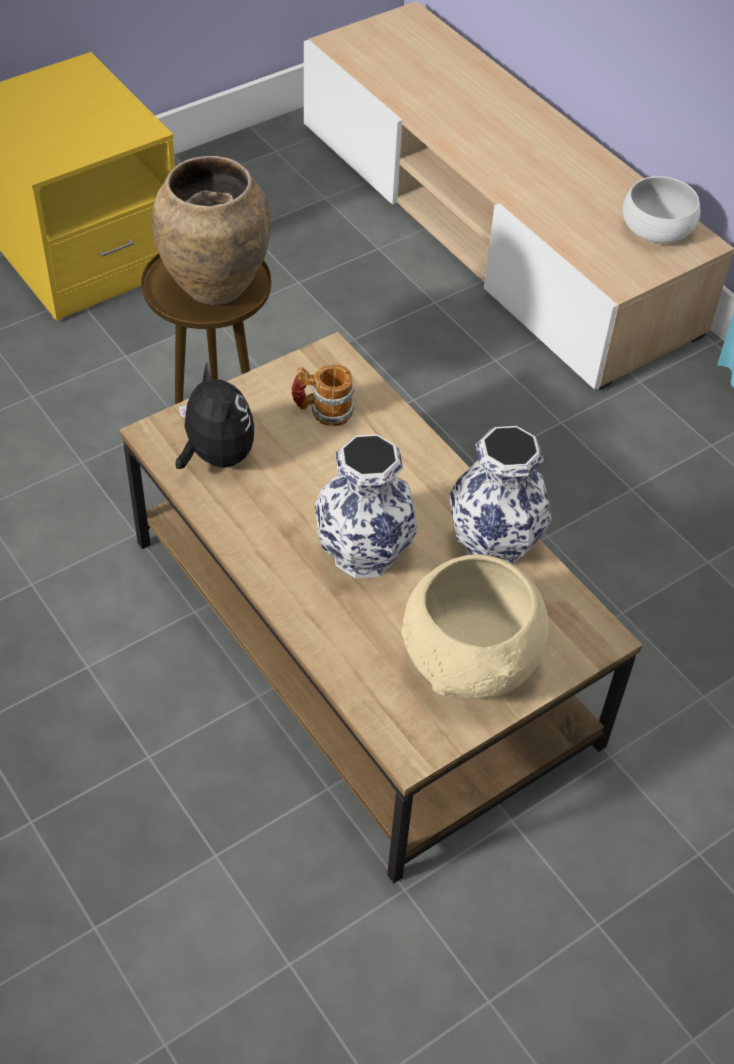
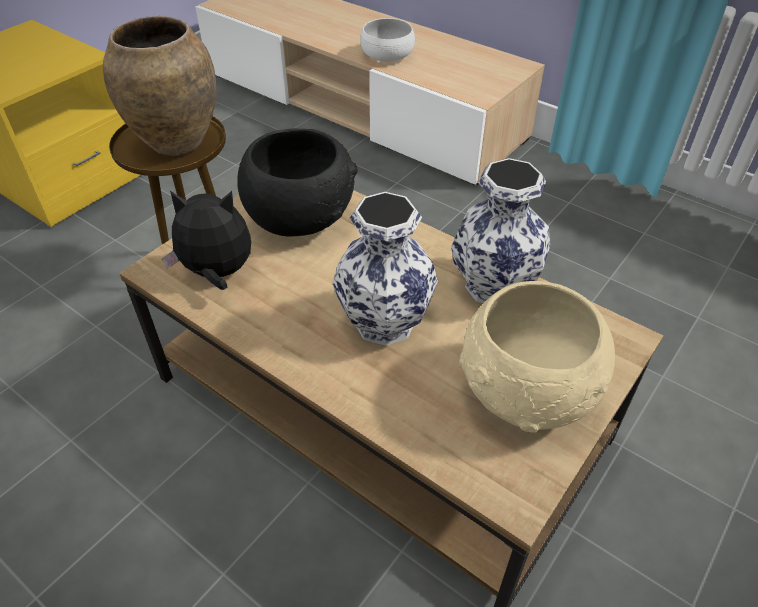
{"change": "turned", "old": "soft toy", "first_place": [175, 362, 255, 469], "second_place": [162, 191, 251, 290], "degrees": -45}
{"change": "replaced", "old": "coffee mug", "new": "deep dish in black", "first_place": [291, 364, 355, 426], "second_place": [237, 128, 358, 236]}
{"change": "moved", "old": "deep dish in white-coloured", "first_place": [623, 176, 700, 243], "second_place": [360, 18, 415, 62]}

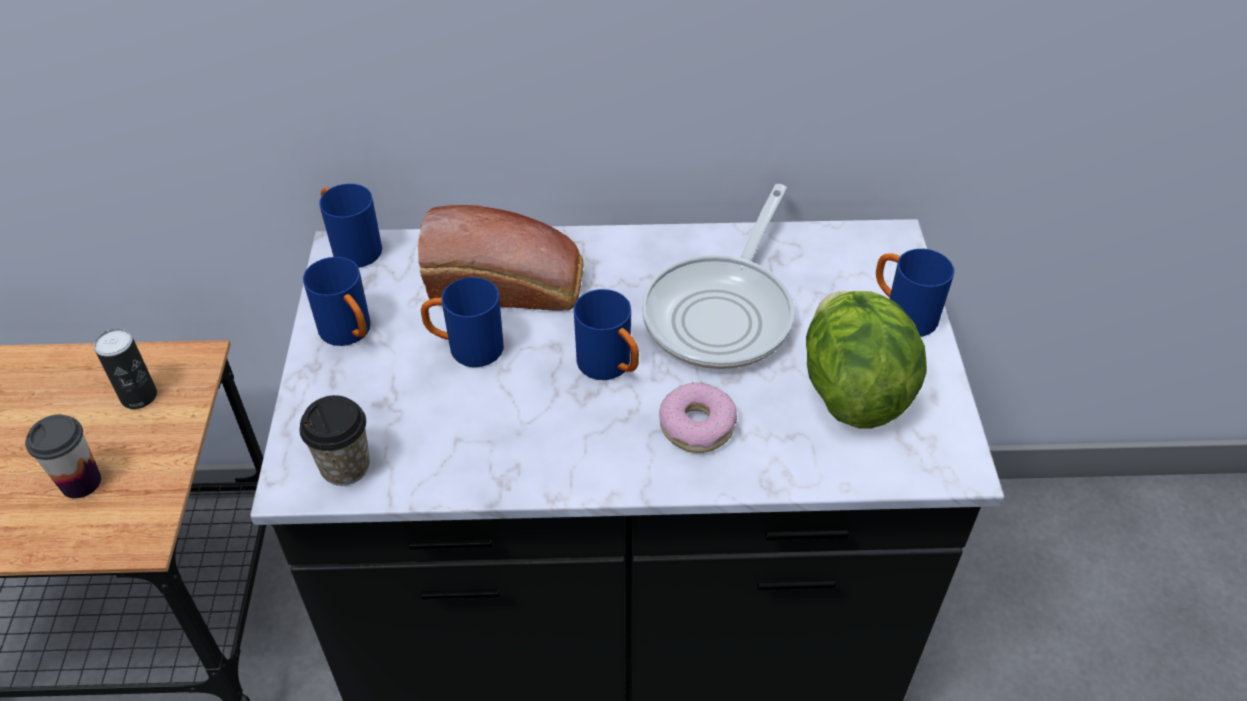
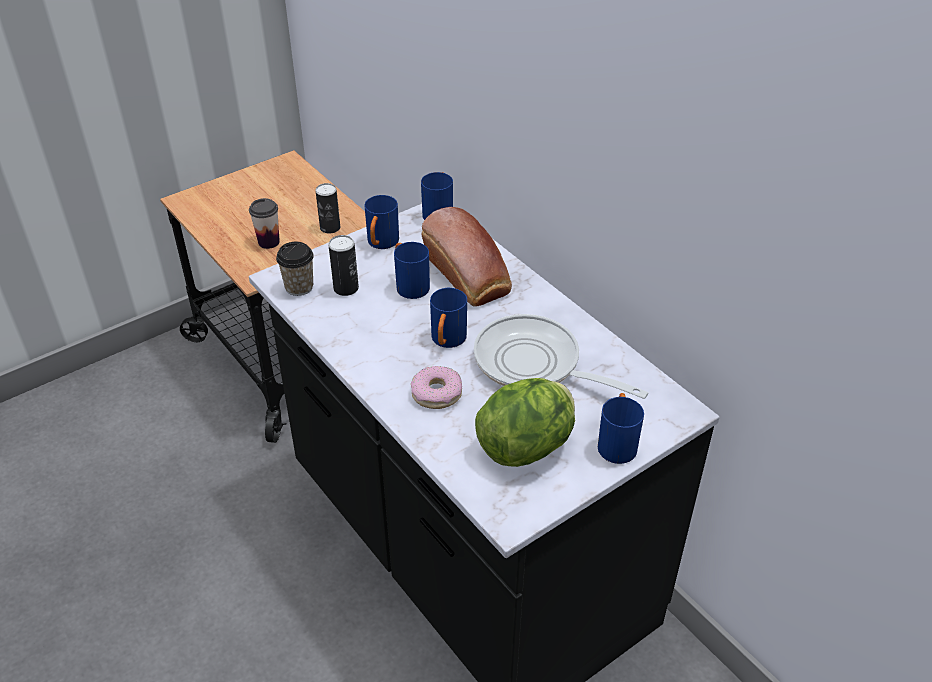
{"change": "added", "new": "can", "second_place": [329, 235, 359, 296]}
{"change": "turned", "old": "skillet", "first_place": [642, 184, 794, 369], "second_place": [474, 314, 648, 399], "degrees": 45}

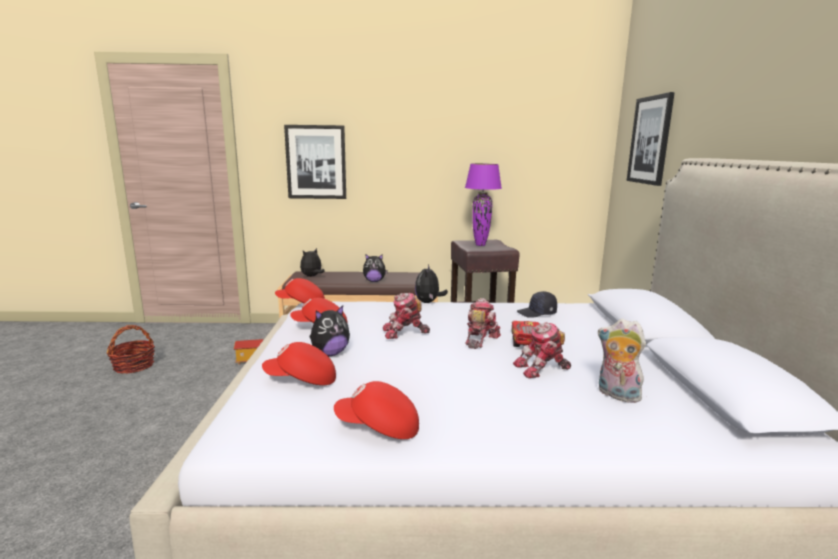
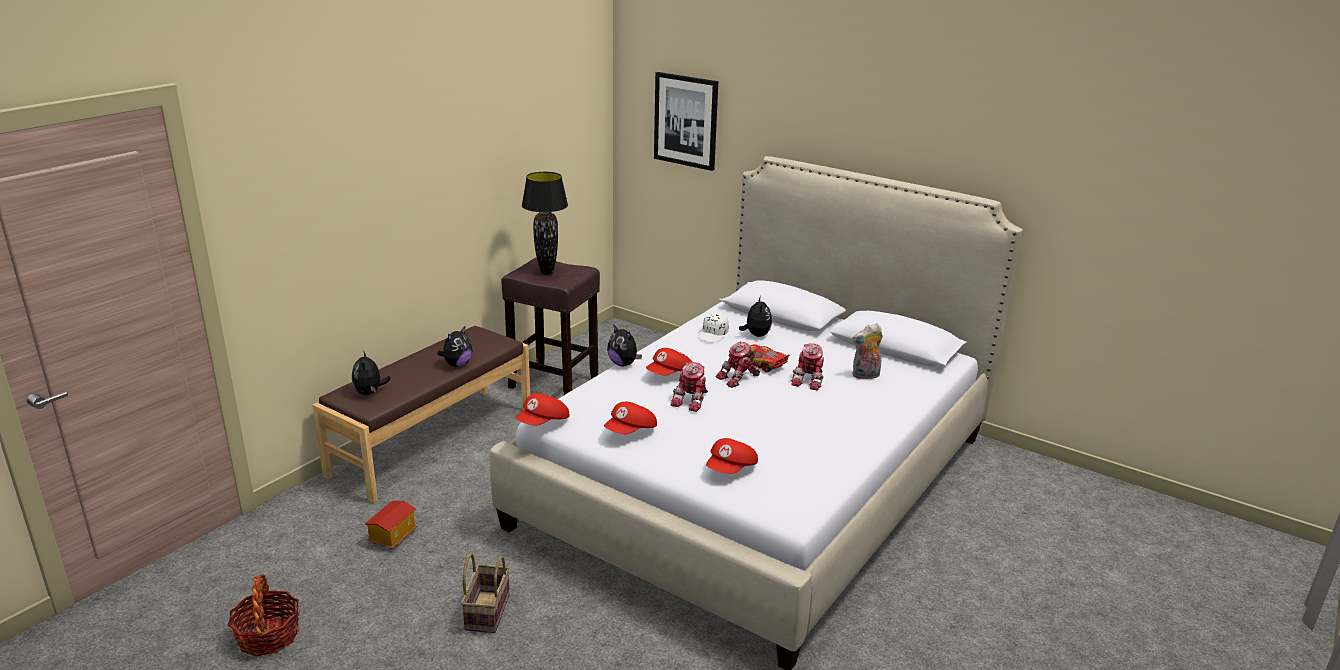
{"change": "added", "new": "household basket", "second_place": [461, 553, 510, 633]}
{"change": "recoloured", "old": "table lamp in purple", "new": "table lamp in black", "first_place": [465, 164, 502, 246], "second_place": [522, 172, 568, 275]}
{"change": "moved", "old": "peaked cap in reddish", "first_place": [334, 381, 419, 439], "second_place": [646, 348, 692, 376]}
{"change": "recoloured", "old": "peaked cap in black", "new": "peaked cap in white-coloured", "first_place": [517, 291, 557, 318], "second_place": [698, 312, 729, 342]}
{"change": "turned", "old": "robot figure", "first_place": [465, 298, 501, 349], "second_place": [715, 342, 760, 388], "degrees": -90}
{"change": "moved", "old": "soft toy", "first_place": [309, 305, 350, 356], "second_place": [739, 296, 772, 337]}
{"change": "removed", "old": "wall art", "first_place": [284, 125, 346, 199]}

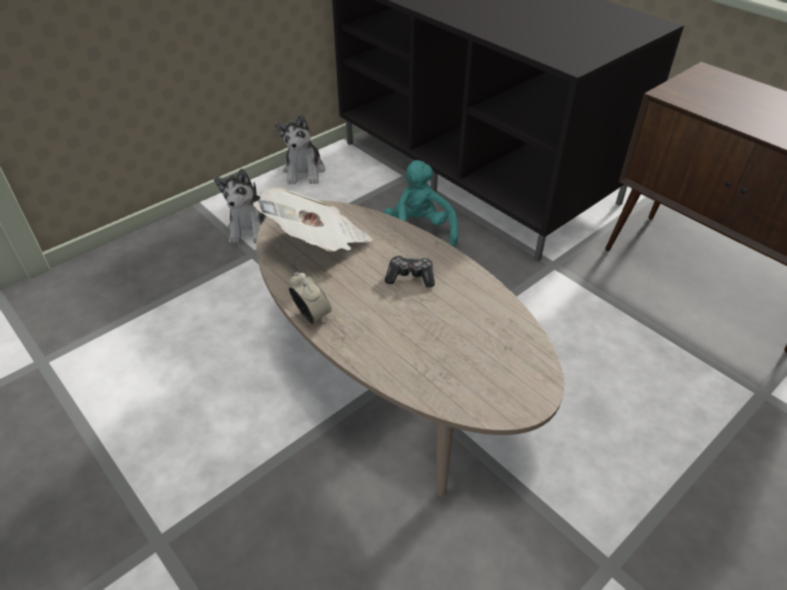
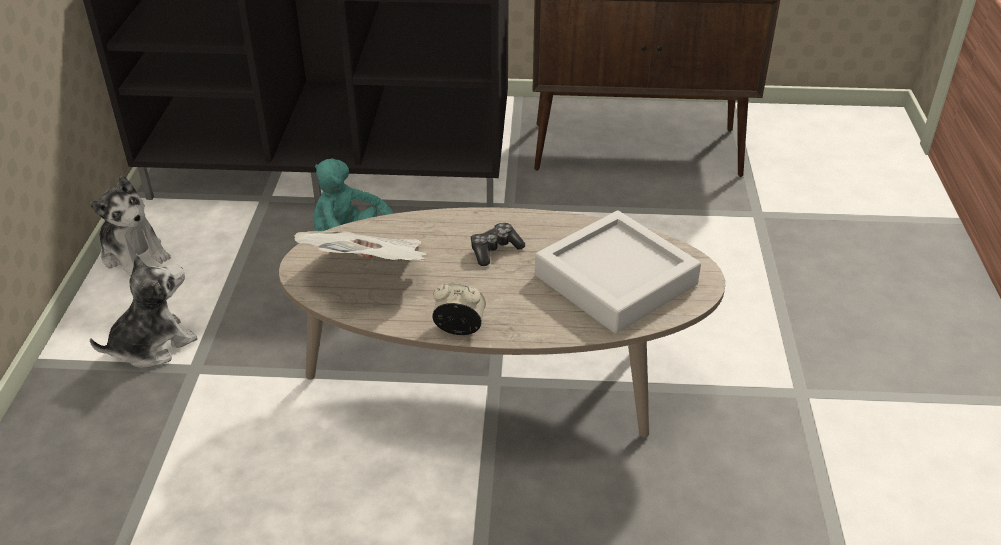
{"change": "turned", "old": "soft toy", "first_place": [214, 169, 267, 244], "second_place": [90, 254, 197, 368], "degrees": -90}
{"change": "added", "new": "tray in grey", "second_place": [535, 211, 701, 334]}

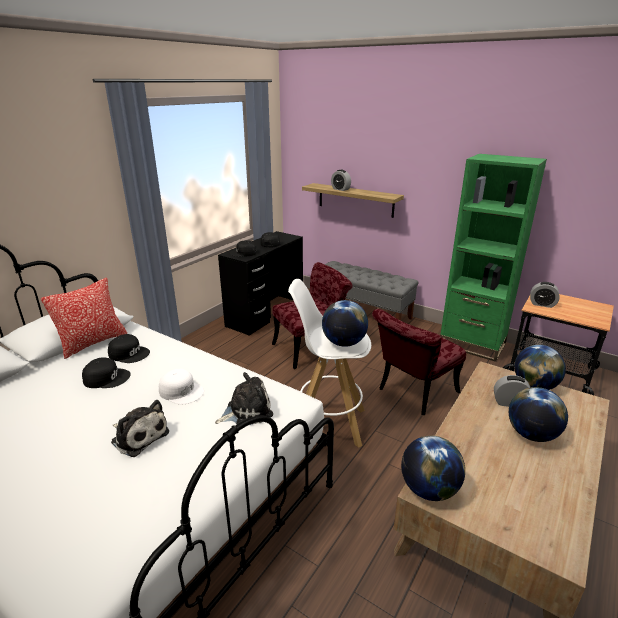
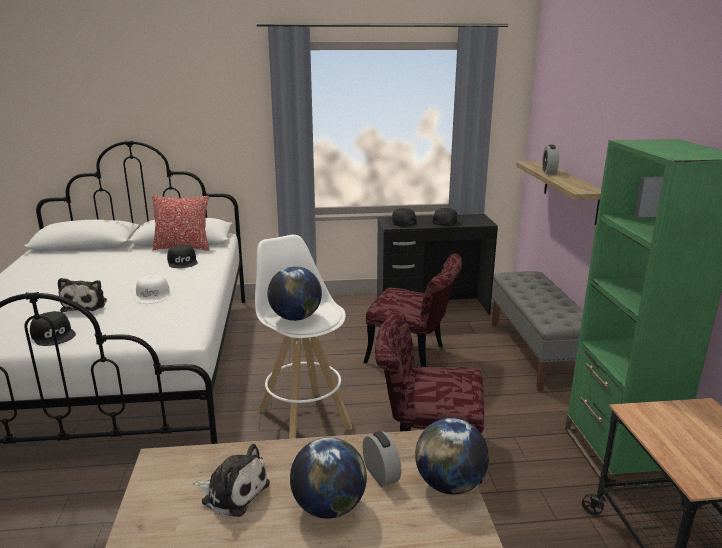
{"change": "moved", "old": "peaked cap in black", "first_place": [82, 357, 131, 388], "second_place": [30, 311, 76, 346]}
{"change": "moved", "old": "soft toy", "first_place": [215, 372, 273, 425], "second_place": [193, 444, 270, 517]}
{"change": "removed", "old": "world globe", "first_place": [401, 436, 465, 501]}
{"change": "removed", "old": "alarm clock", "first_place": [530, 282, 560, 308]}

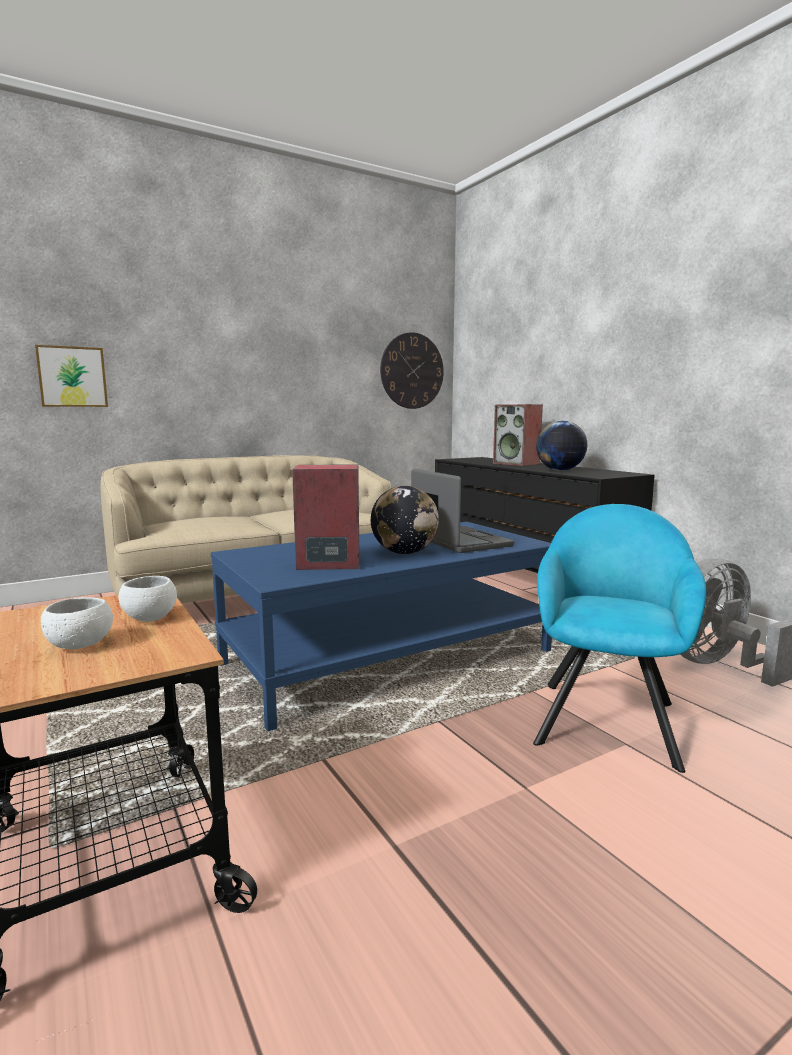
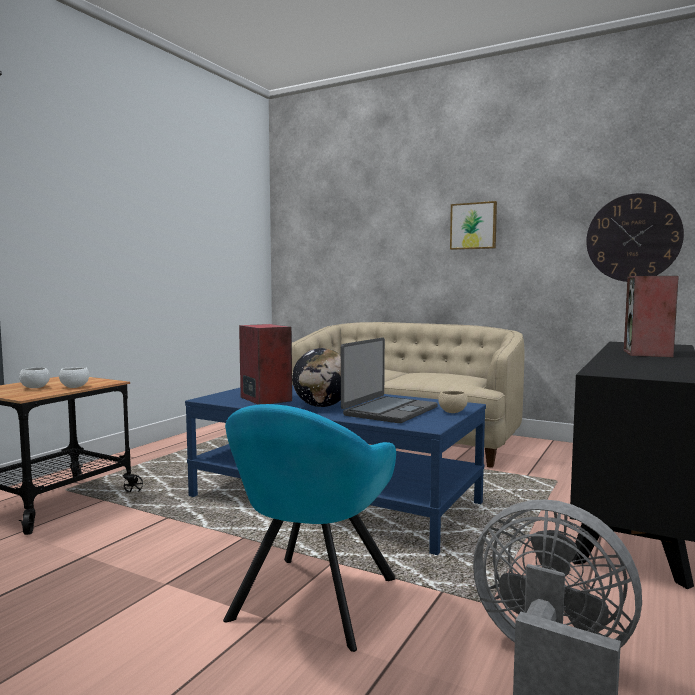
{"change": "turned", "old": "lounge chair in blue-green", "first_place": [533, 504, 707, 773], "second_place": [223, 404, 396, 652], "degrees": 120}
{"change": "added", "new": "deep dish in beige-coloured", "second_place": [438, 391, 468, 413]}
{"change": "moved", "old": "wall art", "first_place": [35, 345, 108, 407], "second_place": [450, 201, 497, 250]}
{"change": "removed", "old": "world globe", "first_place": [536, 421, 587, 471]}

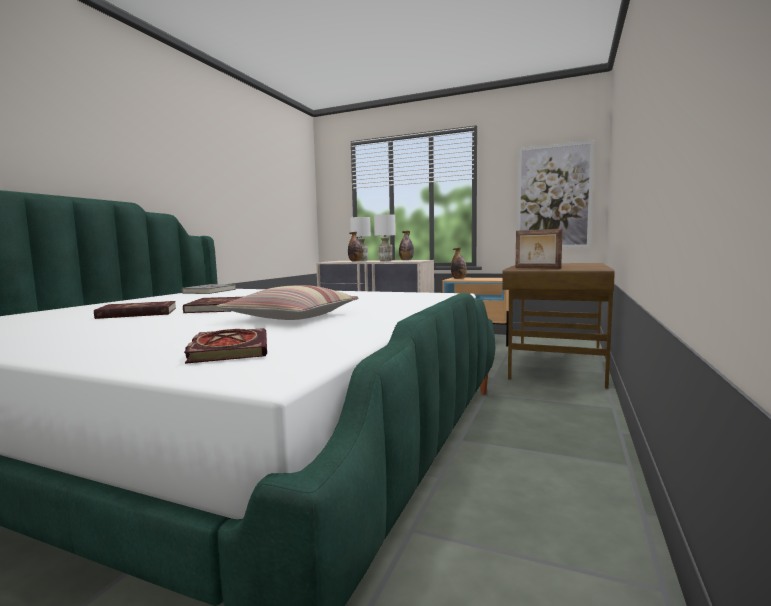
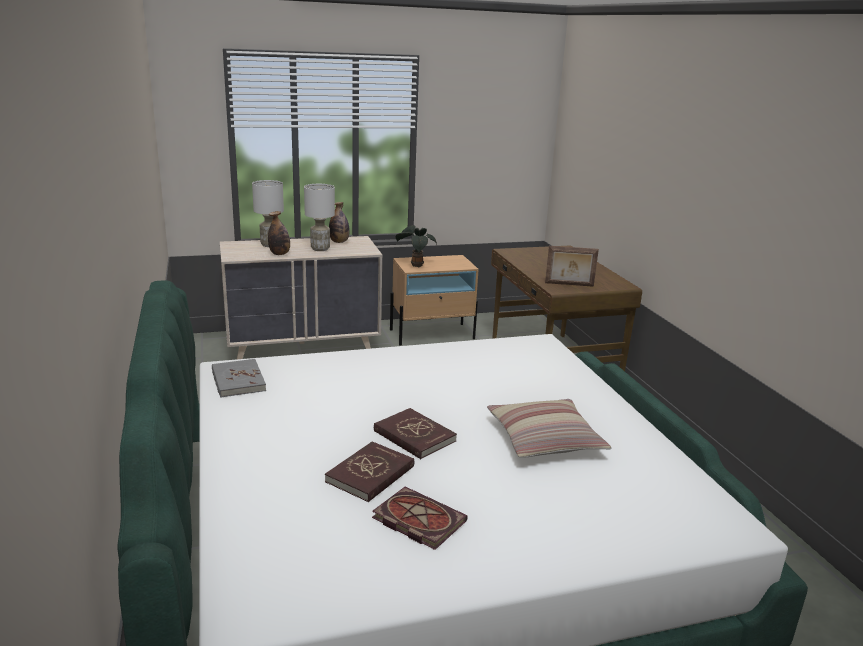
{"change": "moved", "old": "book", "first_place": [184, 328, 267, 364], "second_place": [372, 486, 468, 550]}
{"change": "replaced", "old": "drink bottle", "new": "houseplant", "first_place": [451, 248, 467, 279], "second_place": [395, 225, 437, 267]}
{"change": "removed", "old": "wall art", "first_place": [517, 140, 594, 248]}

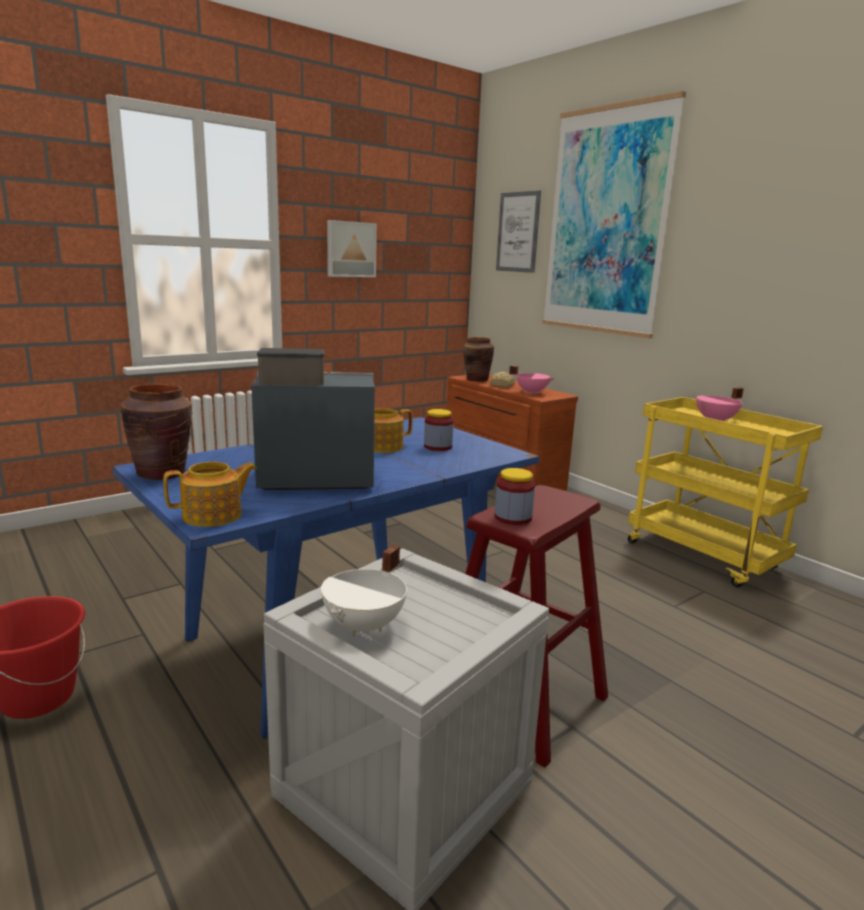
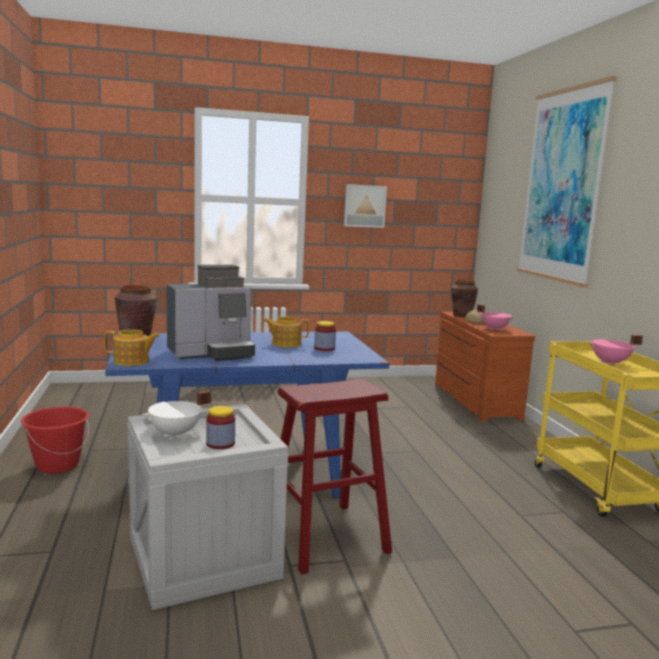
{"change": "turned", "old": "coffee brewer", "first_place": [251, 348, 375, 490], "second_place": [166, 265, 255, 361], "degrees": 135}
{"change": "moved", "old": "jar", "first_place": [495, 468, 535, 525], "second_place": [206, 406, 235, 449]}
{"change": "removed", "old": "wall art", "first_place": [496, 191, 541, 273]}

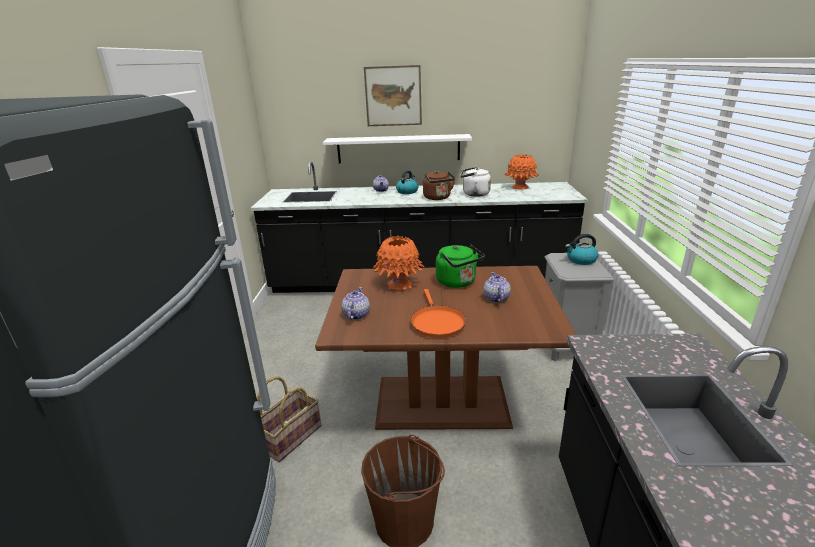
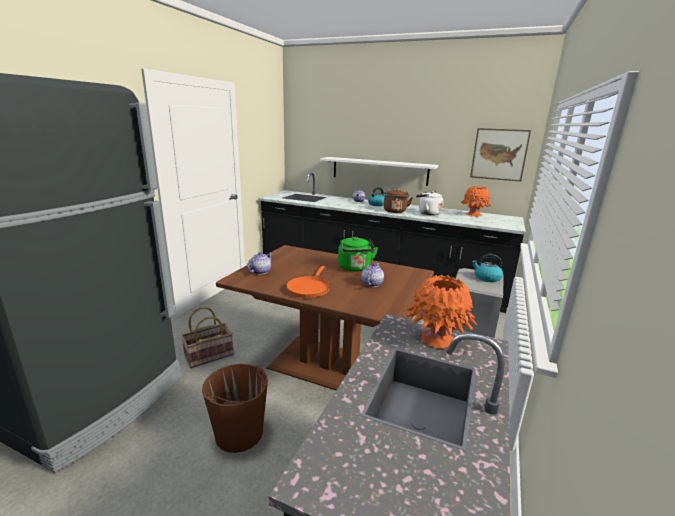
{"change": "moved", "old": "decorative vase in orangey", "first_place": [373, 235, 424, 290], "second_place": [407, 275, 477, 349]}
{"change": "moved", "old": "wall art", "first_place": [364, 65, 422, 126], "second_place": [470, 128, 531, 182]}

